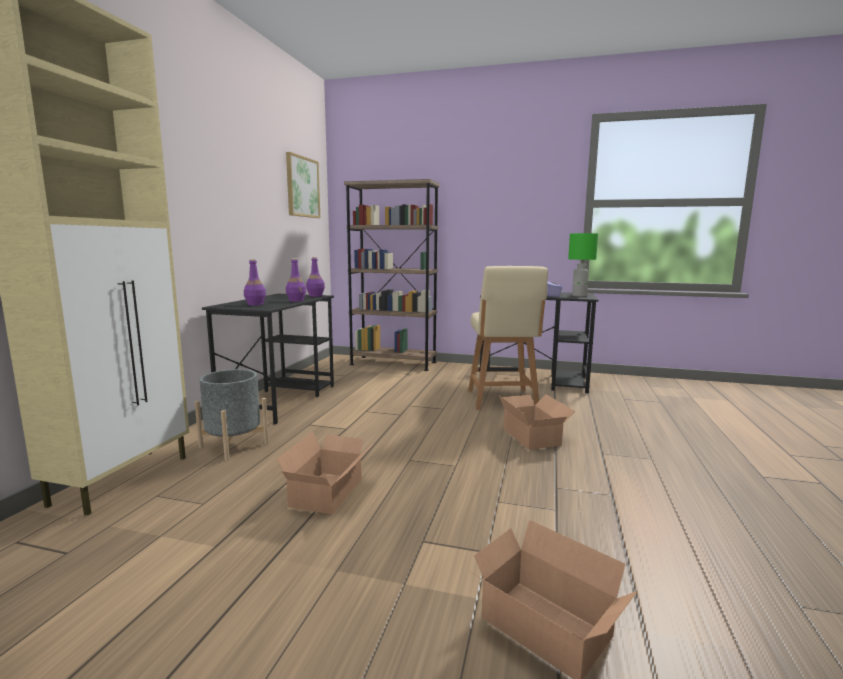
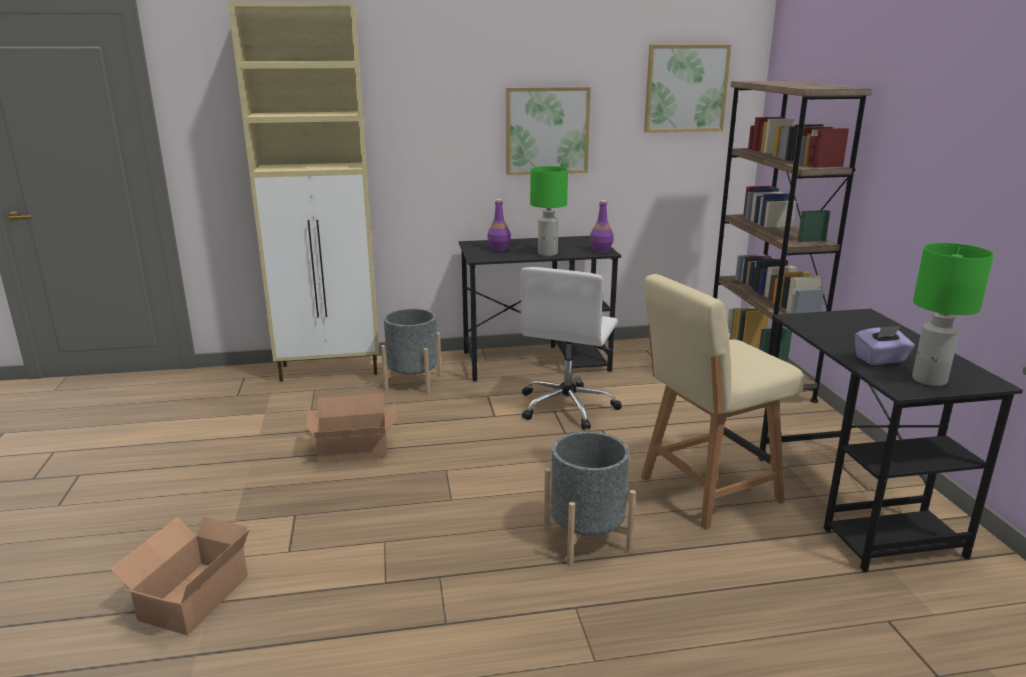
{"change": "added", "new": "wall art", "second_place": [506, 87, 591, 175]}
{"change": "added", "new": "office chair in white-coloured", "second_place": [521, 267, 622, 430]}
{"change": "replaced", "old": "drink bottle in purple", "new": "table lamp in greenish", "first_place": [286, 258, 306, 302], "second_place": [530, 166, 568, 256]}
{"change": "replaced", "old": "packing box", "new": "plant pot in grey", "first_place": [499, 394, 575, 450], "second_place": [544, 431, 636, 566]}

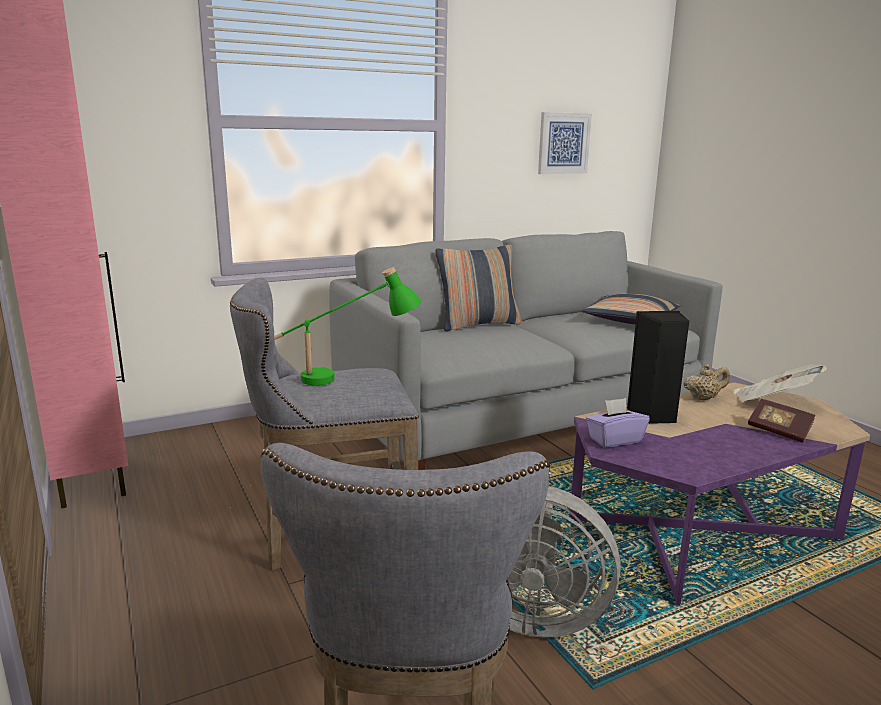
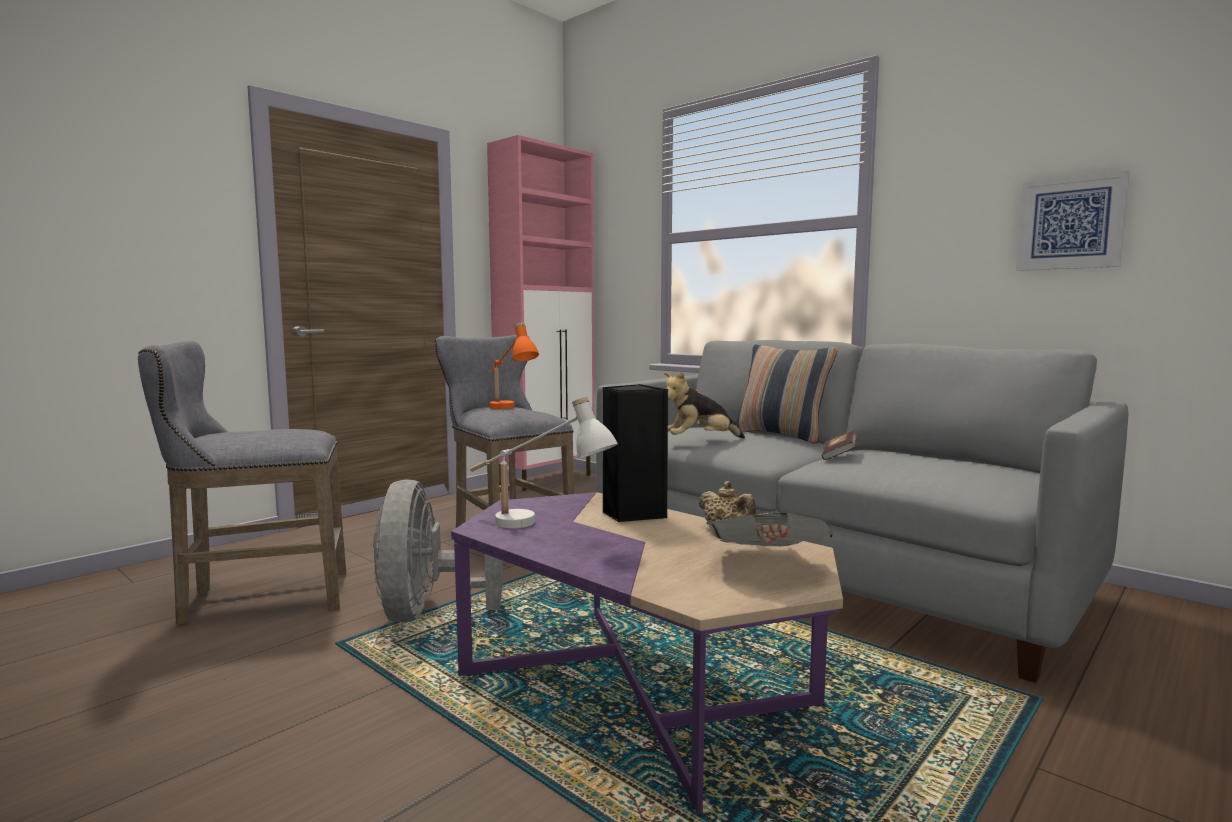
{"change": "added", "new": "table lamp in white-coloured", "second_place": [470, 397, 618, 528]}
{"change": "recoloured", "old": "table lamp in greenish", "new": "table lamp in orangey", "first_place": [274, 267, 421, 385], "second_place": [488, 322, 539, 409]}
{"change": "added", "new": "soft toy", "second_place": [664, 371, 745, 438]}
{"change": "moved", "old": "book", "first_place": [748, 399, 816, 443], "second_place": [822, 430, 856, 460]}
{"change": "removed", "old": "pillow", "first_place": [582, 293, 680, 324]}
{"change": "removed", "old": "tissue holder in purple", "first_place": [586, 398, 650, 448]}

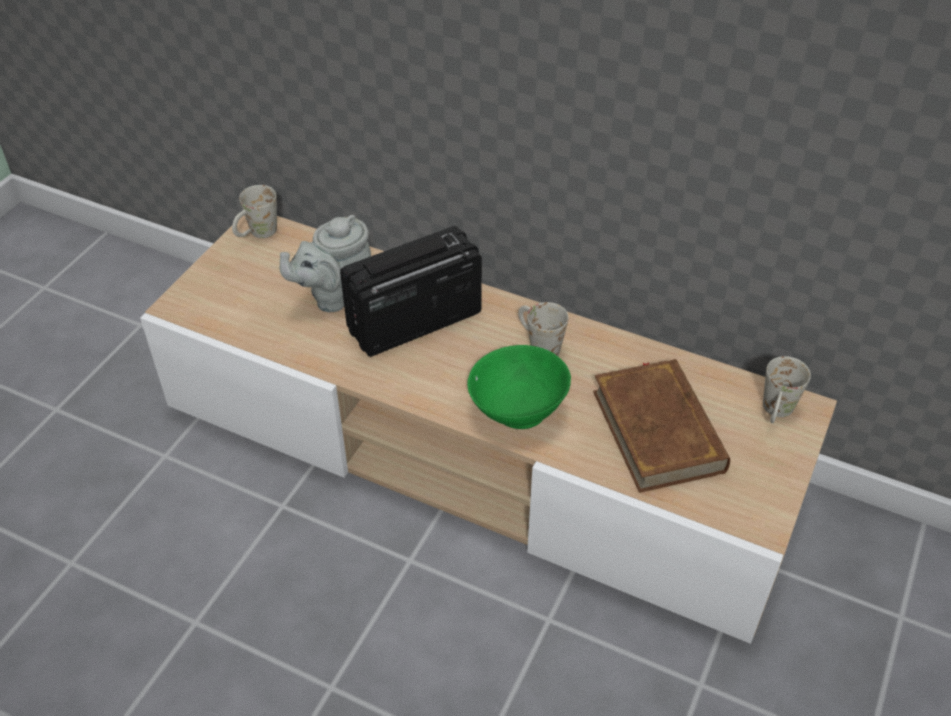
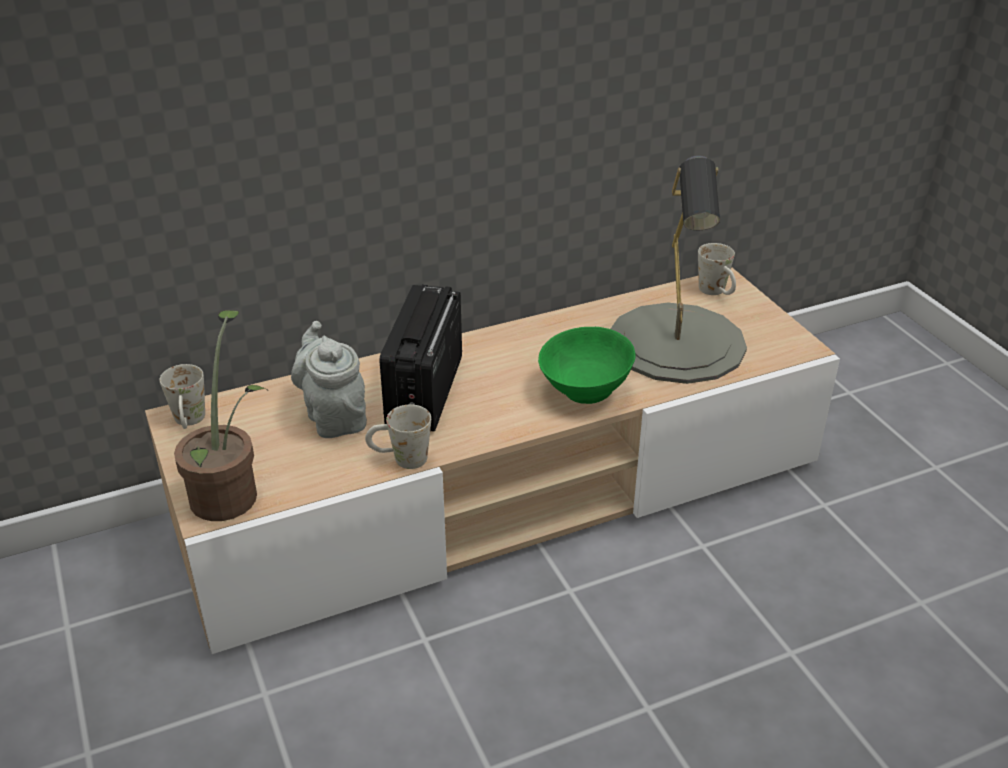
{"change": "added", "new": "houseplant", "second_place": [174, 310, 267, 521]}
{"change": "turned", "old": "pot for tea in grey", "first_place": [280, 215, 371, 312], "second_place": [291, 321, 367, 438], "degrees": 150}
{"change": "moved", "old": "coffee mug in white-coloured", "first_place": [518, 302, 568, 356], "second_place": [365, 404, 431, 469]}
{"change": "replaced", "old": "book in brownish", "new": "table lamp in grey", "first_place": [593, 359, 730, 493], "second_place": [611, 156, 747, 384]}

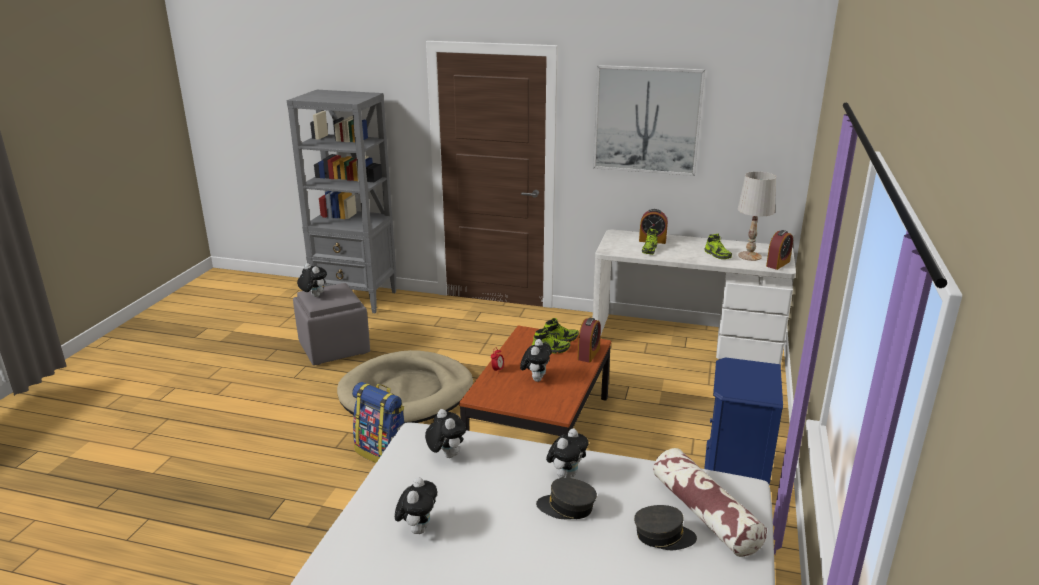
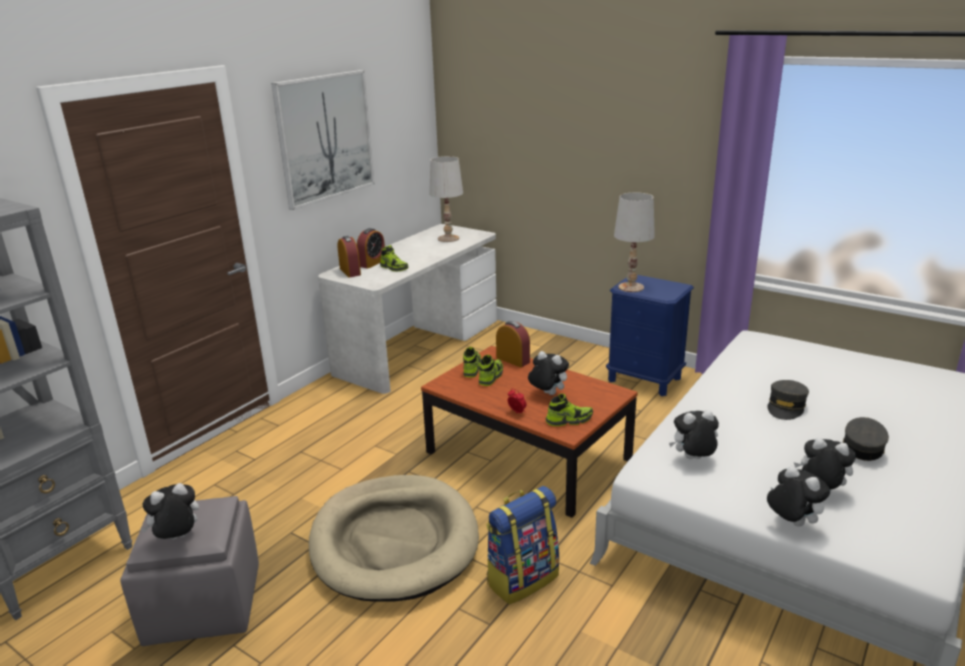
{"change": "moved", "old": "alarm clock", "first_place": [766, 230, 793, 270], "second_place": [337, 236, 361, 277]}
{"change": "moved", "old": "item of footwear", "first_place": [705, 233, 732, 259], "second_place": [546, 394, 593, 426]}
{"change": "added", "new": "table lamp in white-coloured", "second_place": [614, 192, 655, 292]}
{"change": "moved", "old": "soft toy", "first_place": [546, 428, 589, 478], "second_place": [767, 466, 830, 527]}
{"change": "moved", "old": "peaked cap in grey", "first_place": [634, 505, 697, 550], "second_place": [843, 417, 889, 461]}
{"change": "removed", "old": "pillow", "first_place": [653, 448, 767, 557]}

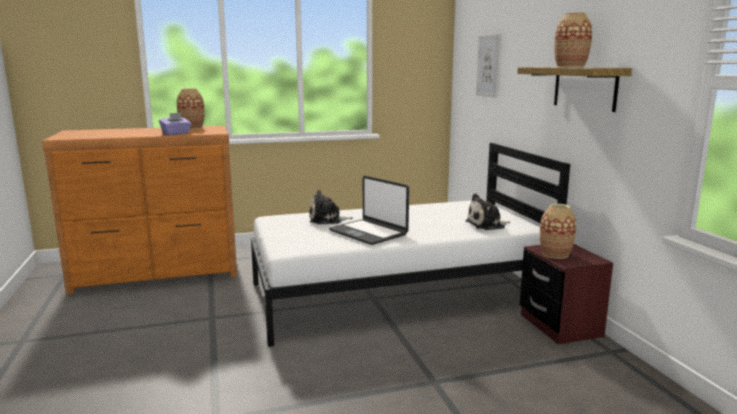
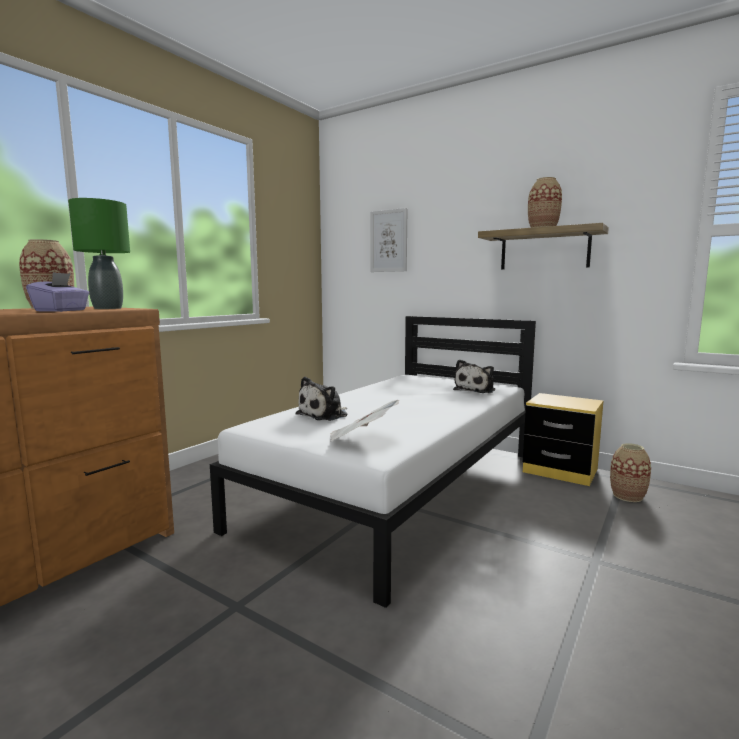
{"change": "added", "new": "table lamp in greenish", "second_place": [68, 198, 130, 309]}
{"change": "added", "new": "printed paper", "second_place": [330, 400, 399, 442]}
{"change": "recoloured", "old": "bedside table in brownish", "new": "bedside table in yellow", "first_place": [520, 244, 613, 344], "second_place": [523, 393, 603, 486]}
{"change": "moved", "old": "decorative vase", "first_place": [540, 204, 576, 259], "second_place": [610, 443, 651, 502]}
{"change": "removed", "old": "laptop", "first_place": [329, 176, 409, 245]}

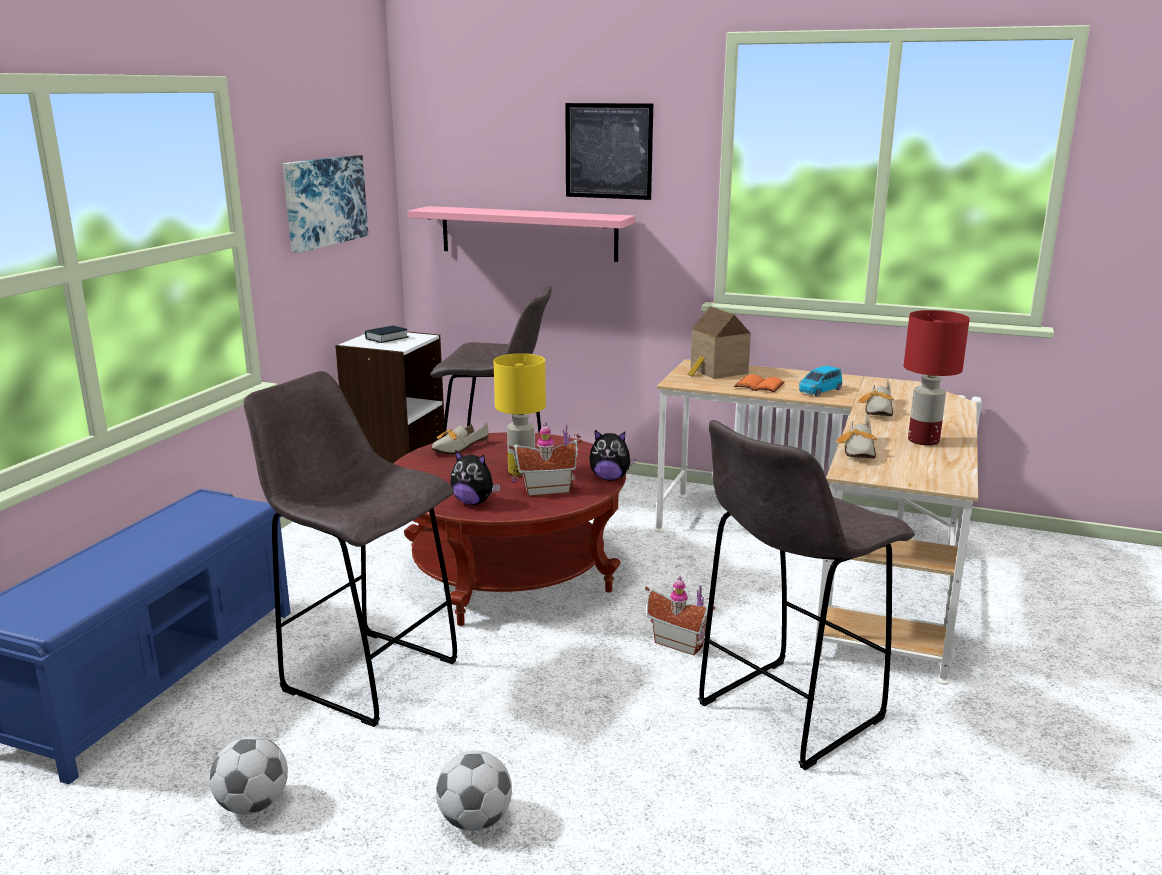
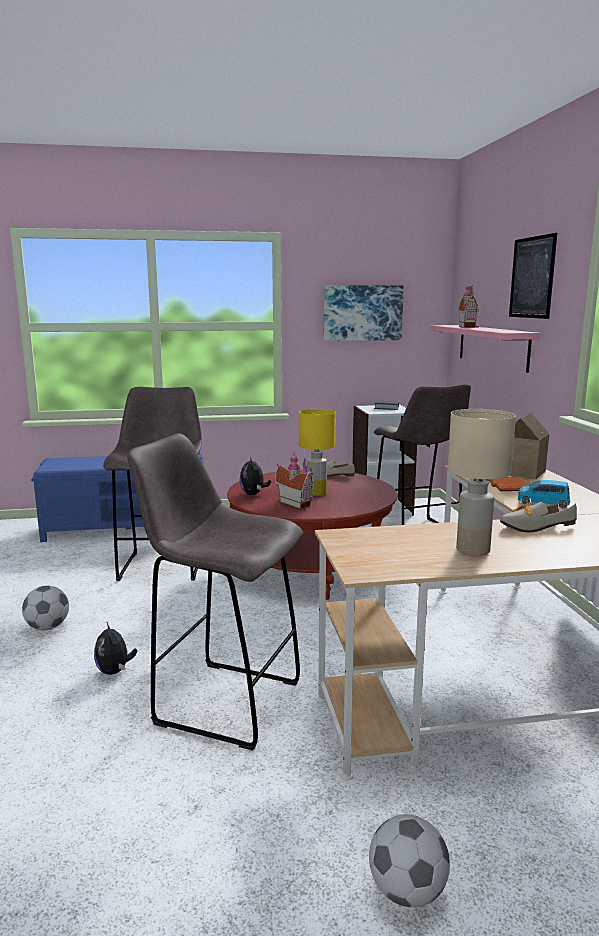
{"change": "moved", "old": "soft toy", "first_place": [589, 430, 635, 481], "second_place": [94, 622, 138, 675]}
{"change": "moved", "old": "football ball", "first_place": [210, 736, 288, 814], "second_place": [369, 814, 450, 908]}
{"change": "recoloured", "old": "table lamp in reddish", "new": "table lamp in beige-coloured", "first_place": [904, 310, 970, 446], "second_place": [448, 409, 516, 556]}
{"change": "moved", "old": "miniature house", "first_place": [645, 576, 715, 656], "second_place": [458, 282, 479, 328]}
{"change": "removed", "old": "item of footwear", "first_place": [836, 415, 877, 458]}

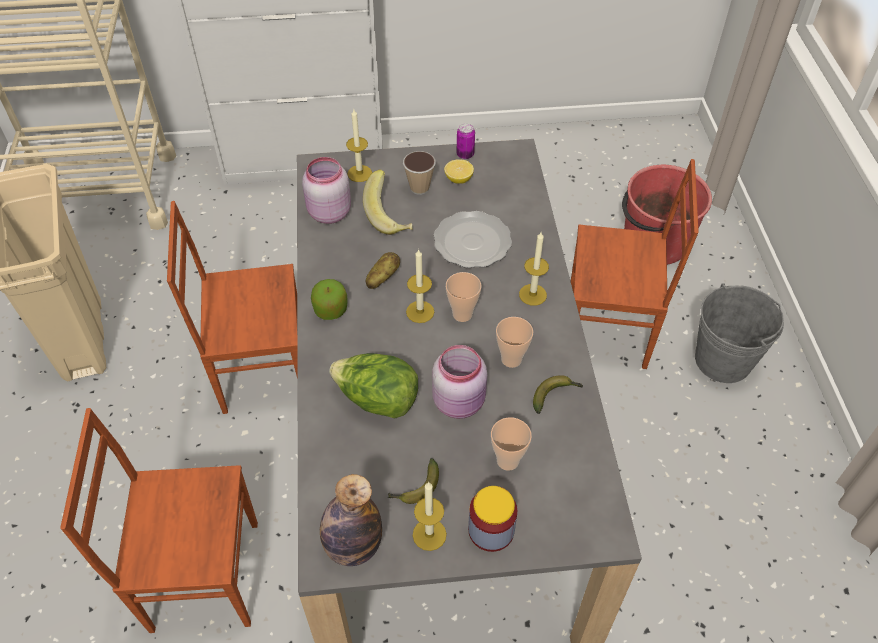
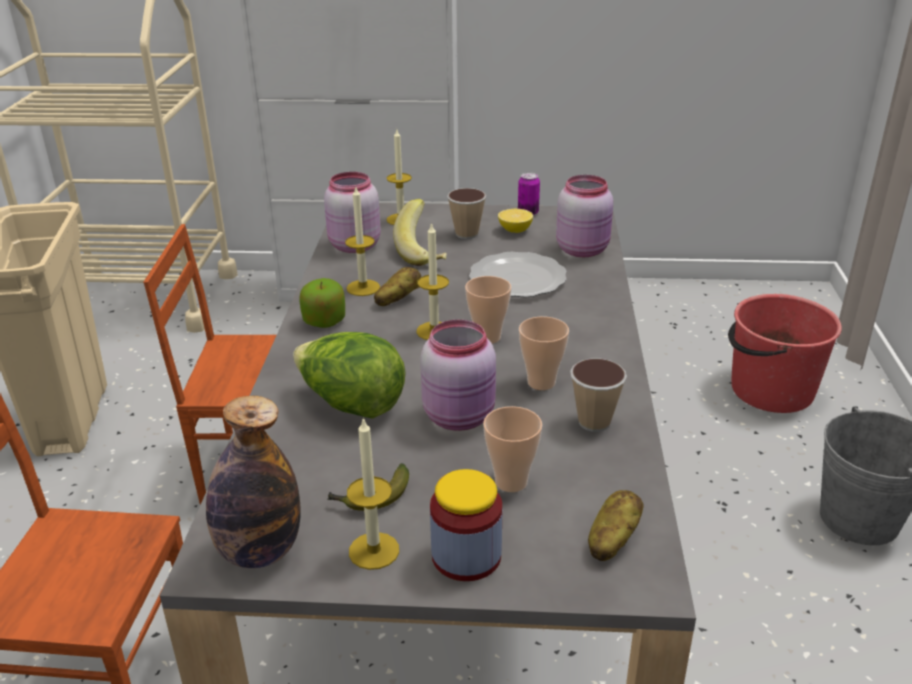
{"change": "moved", "old": "candle", "first_place": [519, 232, 549, 306], "second_place": [345, 187, 380, 296]}
{"change": "added", "new": "jar in pinkish", "second_place": [556, 175, 613, 257]}
{"change": "replaced", "old": "banana", "new": "small cup", "first_place": [533, 375, 583, 414], "second_place": [570, 359, 627, 432]}
{"change": "added", "new": "whole potato", "second_place": [588, 490, 643, 561]}
{"change": "removed", "old": "upright chair in brownish", "first_place": [571, 159, 699, 369]}

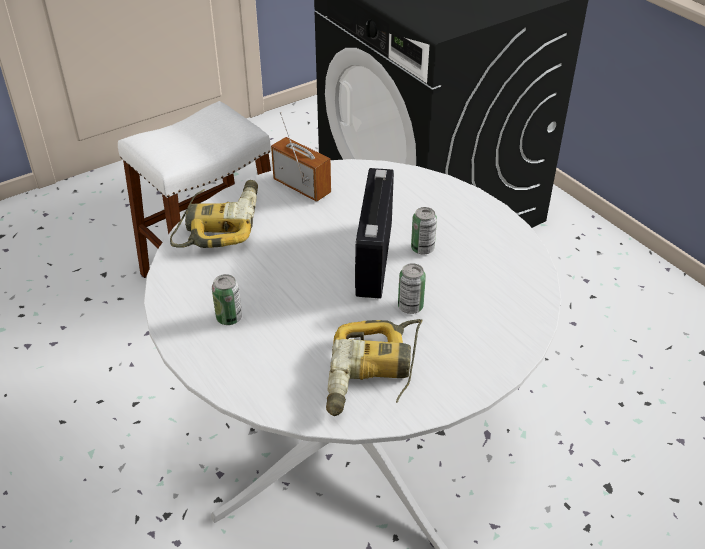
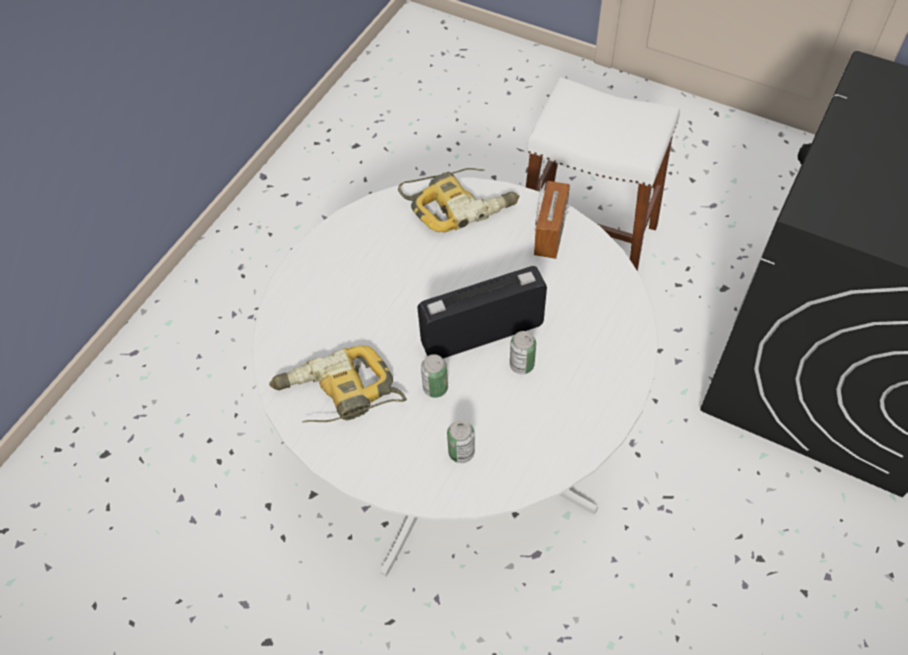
{"change": "moved", "old": "can", "first_place": [212, 274, 242, 325], "second_place": [447, 420, 475, 463]}

